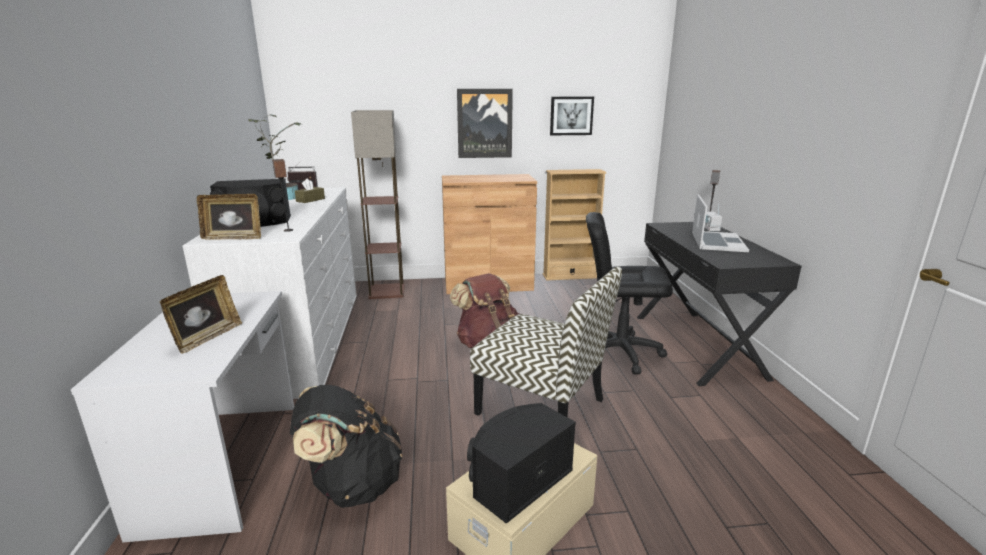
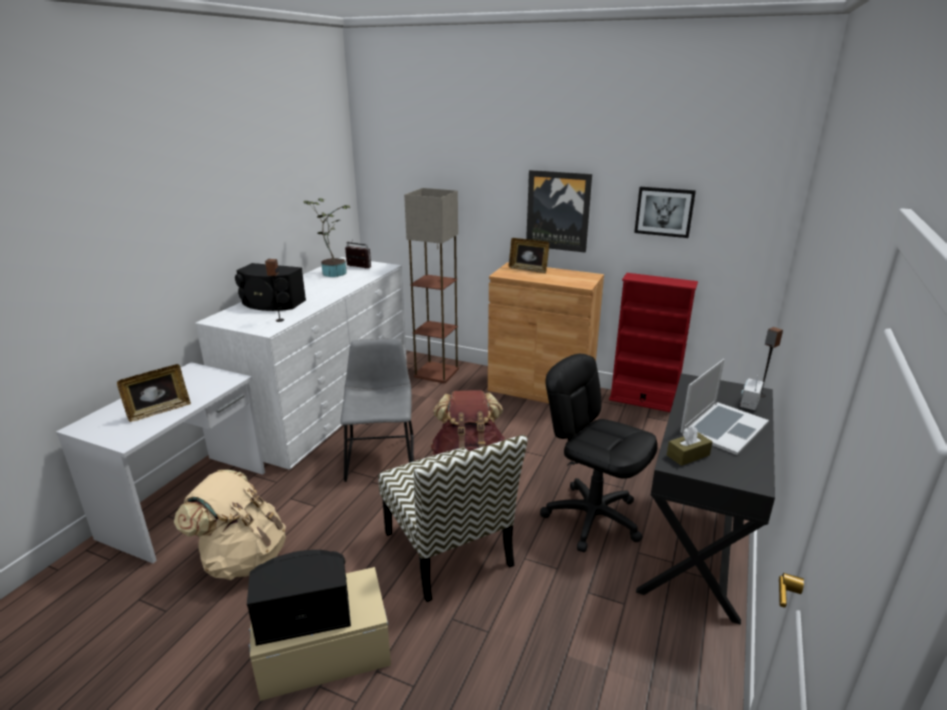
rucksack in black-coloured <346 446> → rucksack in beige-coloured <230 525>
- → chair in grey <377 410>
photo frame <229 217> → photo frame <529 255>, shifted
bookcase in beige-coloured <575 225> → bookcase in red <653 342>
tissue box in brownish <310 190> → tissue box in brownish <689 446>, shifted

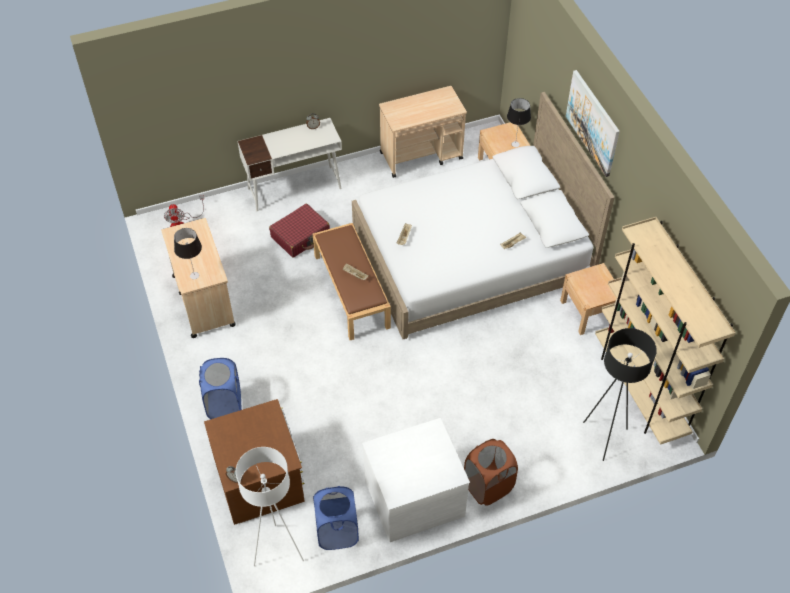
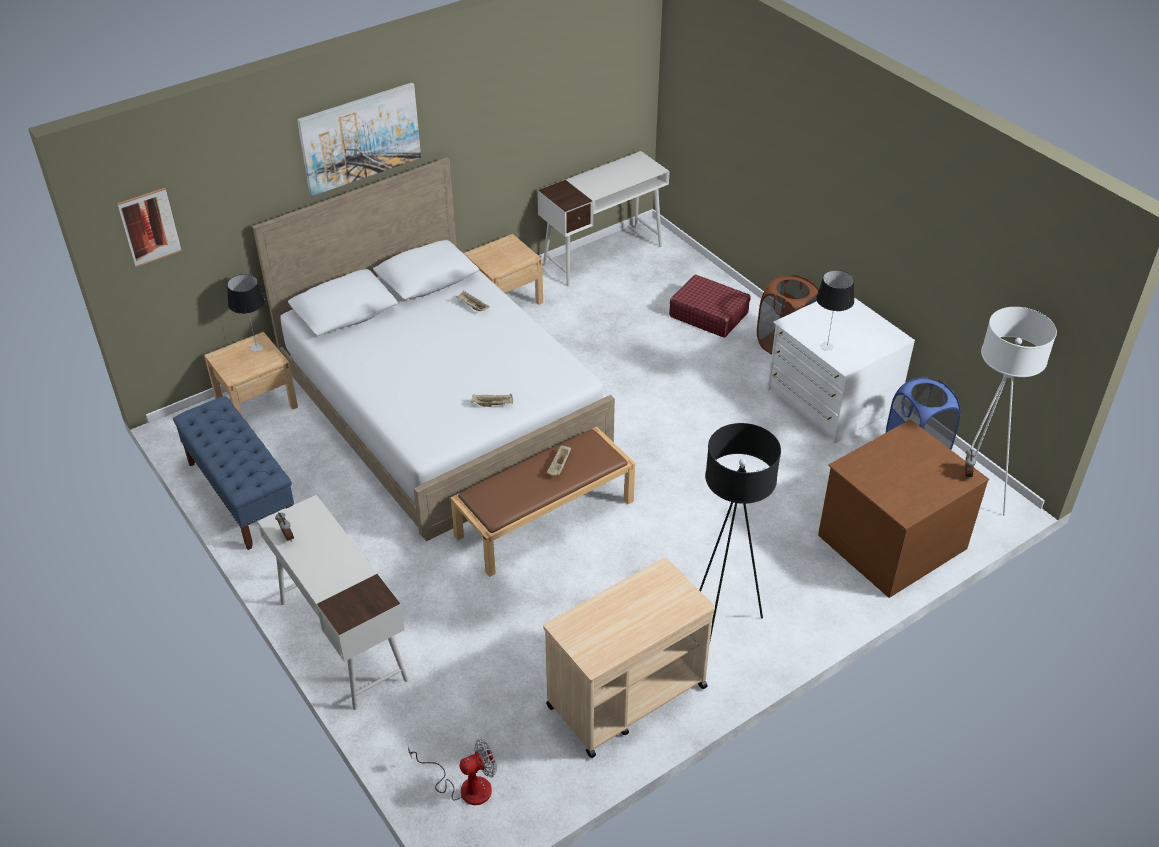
- → picture <149 227>
trolley in beige-coloured <423 132> → long seat in bluish <233 473>
bookcase in beige-coloured <665 331> → desk in whitish <603 218>
travel case in red <299 231> → travel case in red <710 306>, shifted
floor lamp in black-coloured <620 394> → floor lamp in black-coloured <740 531>, shifted
lamp for a table <188 253> → lamp for a table <835 310>, shifted
washing basket in bluish <220 389> → -

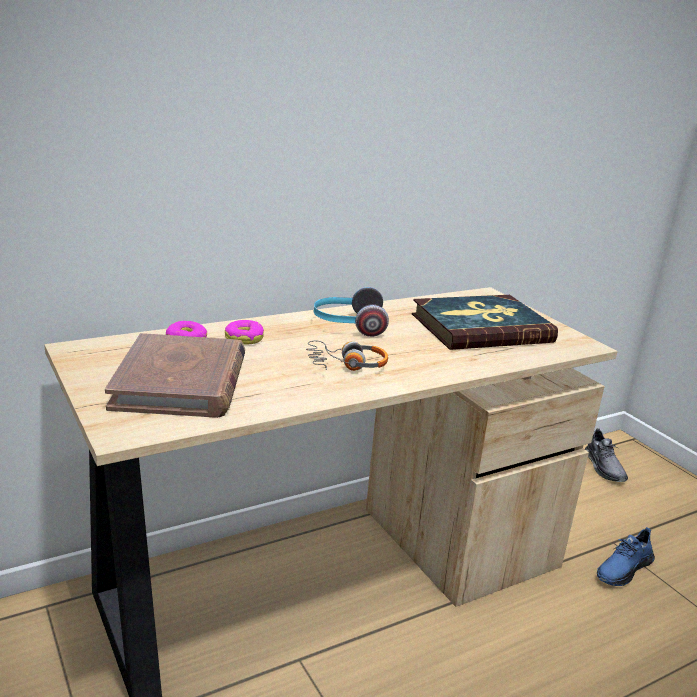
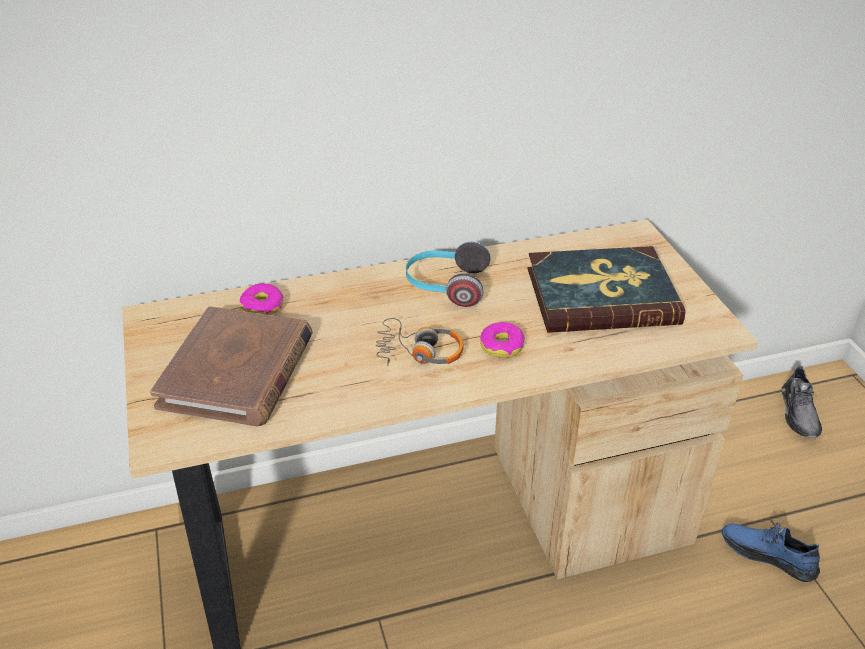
donut <244 332> → donut <502 340>, shifted
low shoe in bluish <626 556> → low shoe in bluish <771 552>, 60 degrees clockwise

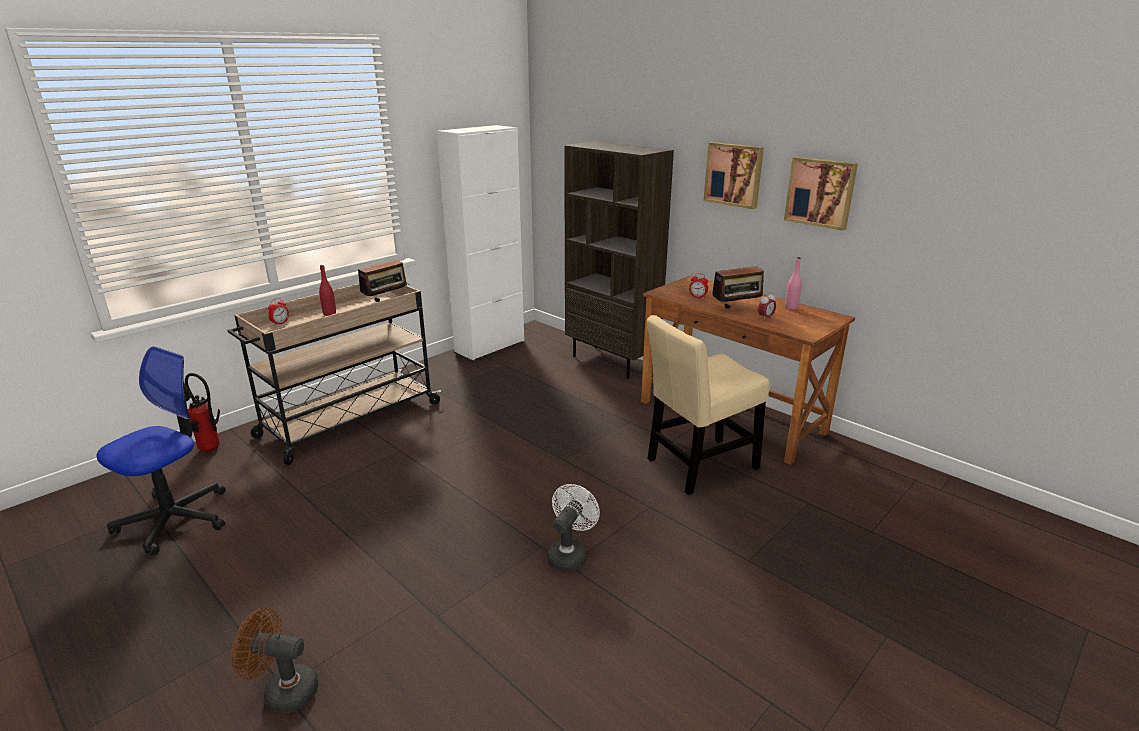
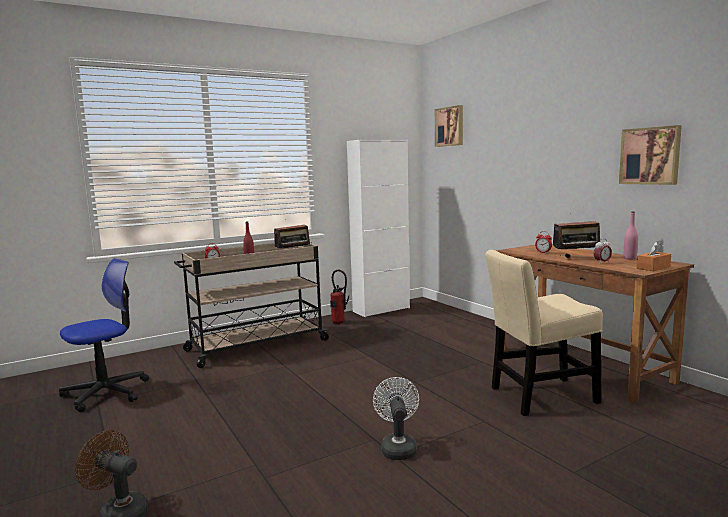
fire-fighting cylinder <202 413> → fire-fighting cylinder <339 297>, shifted
fan in whitish <573 527> → fan in whitish <396 418>, 45 degrees counterclockwise
picture <733 175> → picture <449 126>, shifted
- → tissue box in orange <654 256>
bookcase in brownish <619 260> → -

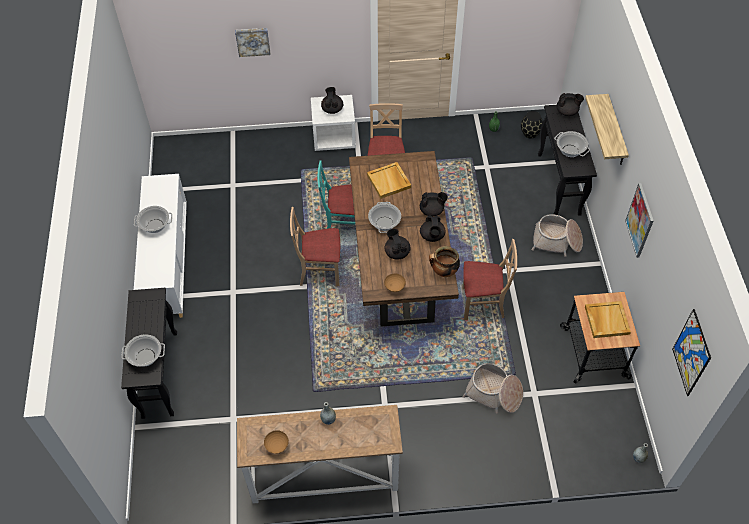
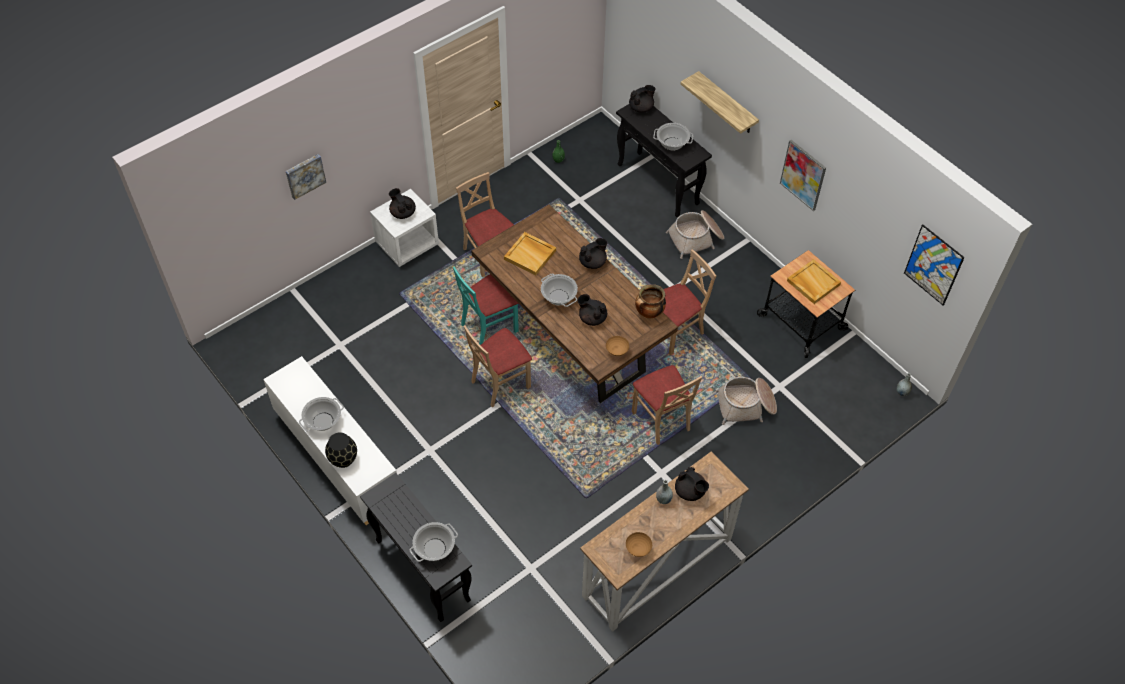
decorative vase in black-coloured <532 125> → decorative vase in black-coloured <341 450>, shifted
- → chair in beige-coloured <667 405>
pot for tea in black-coloured <432 228> → pot for tea in black-coloured <692 484>, shifted

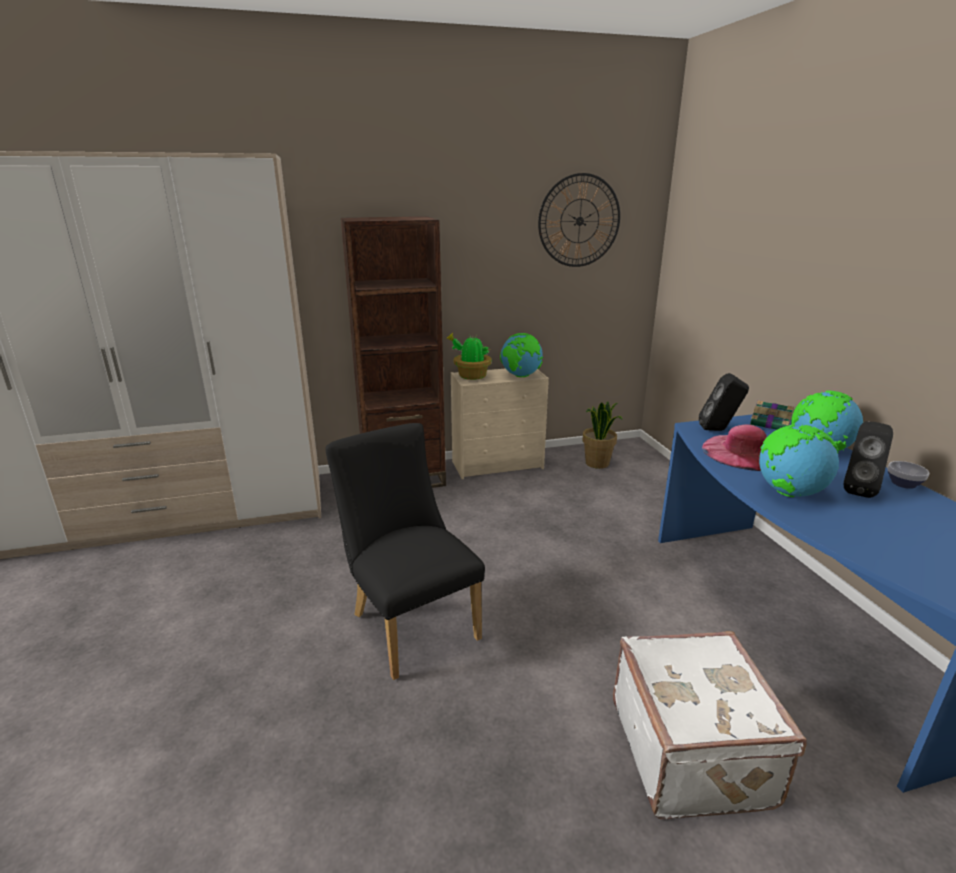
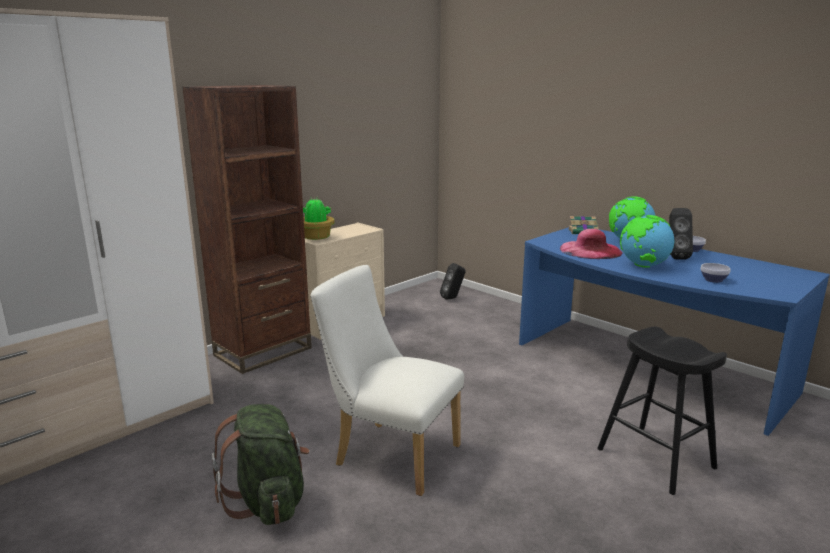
- → rucksack in green <261 464>
chair in black-coloured <405 551> → chair in whitish <387 380>
audio speaker in black-coloured <724 402> → audio speaker in black-coloured <453 281>, shifted
travel case in whitish <710 725> → sitting stool in black-coloured <662 410>
- → deep dish <716 273>
world globe <521 355> → -
hanging clock <579 220> → -
houseplant <603 435> → -

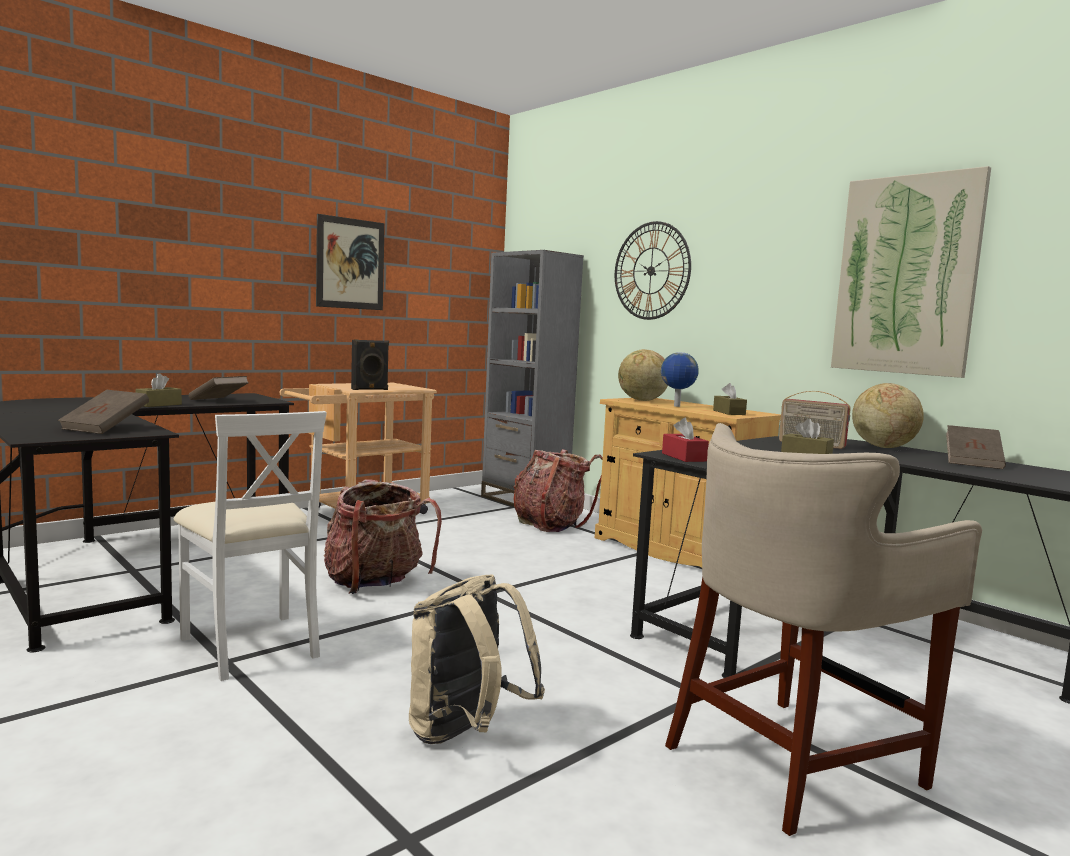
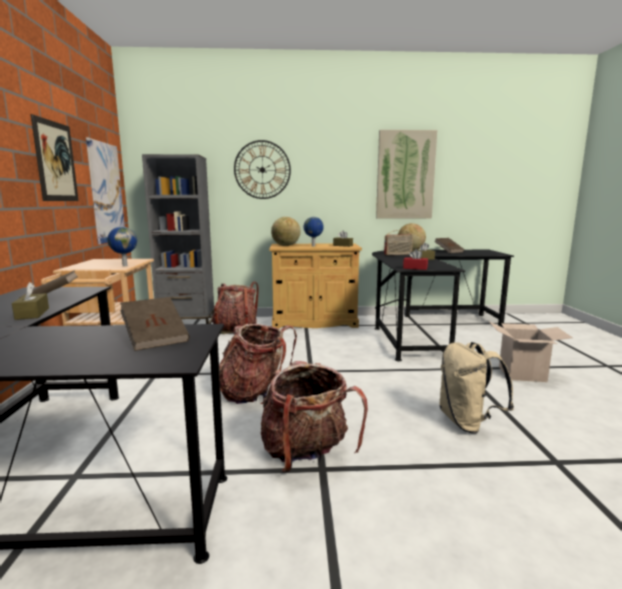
- → picture <105 191>
audio speaker in black-coloured <370 364> → world globe <122 246>
chair in whitish <250 546> → rucksack <314 417>
sitting stool in beige-coloured <823 629> → packing box <530 351>

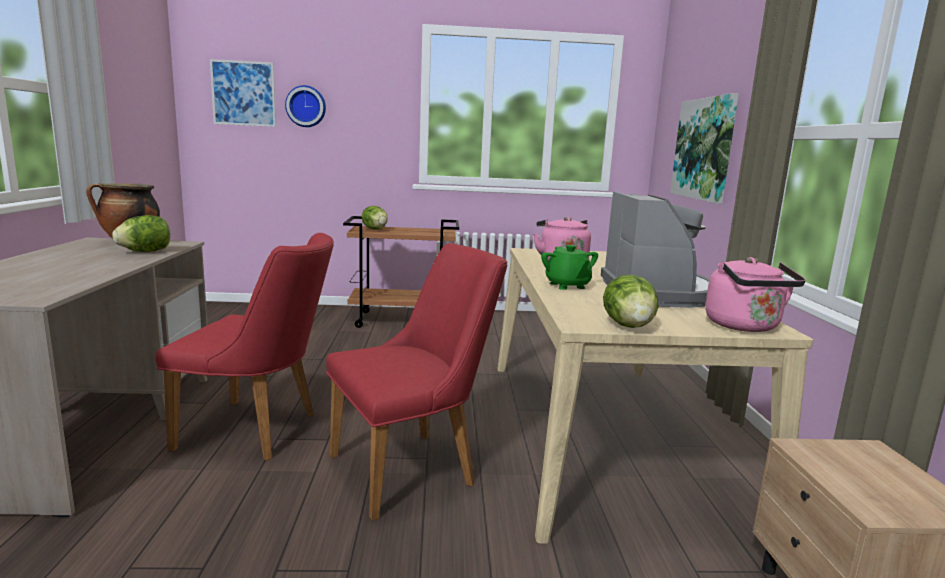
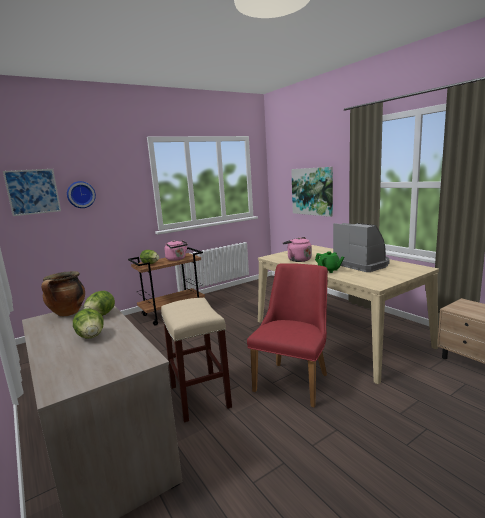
lettuce head <630 301> → lettuce head <88 323>, shifted
chair in red <245 347> → sitting stool in beige-coloured <196 360>
kettle in pink-coloured <755 294> → kettle in pink-coloured <176 250>, shifted

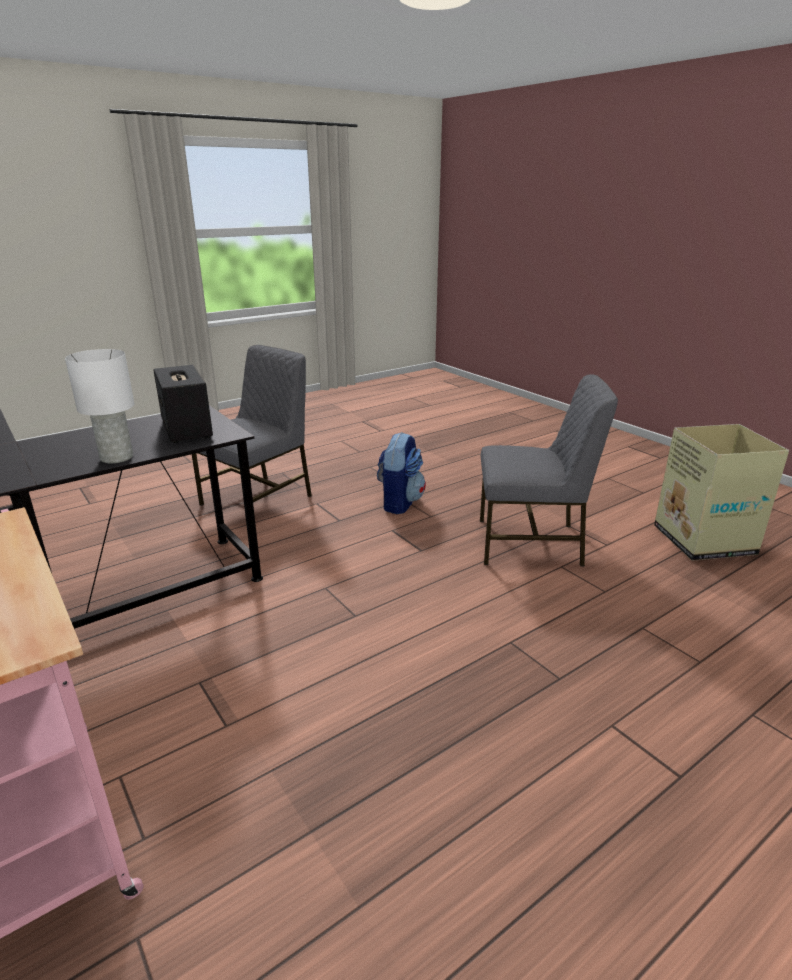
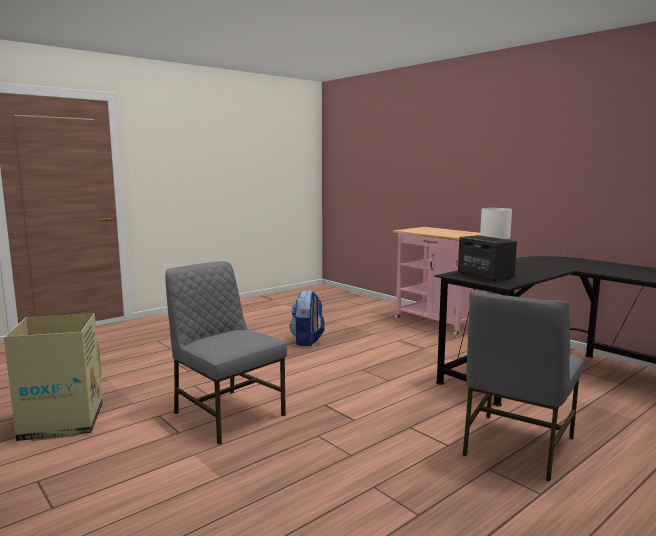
chair in grey <549 470> → chair in grey <226 353>, 45 degrees clockwise
rucksack <401 473> → rucksack <307 318>, shifted

